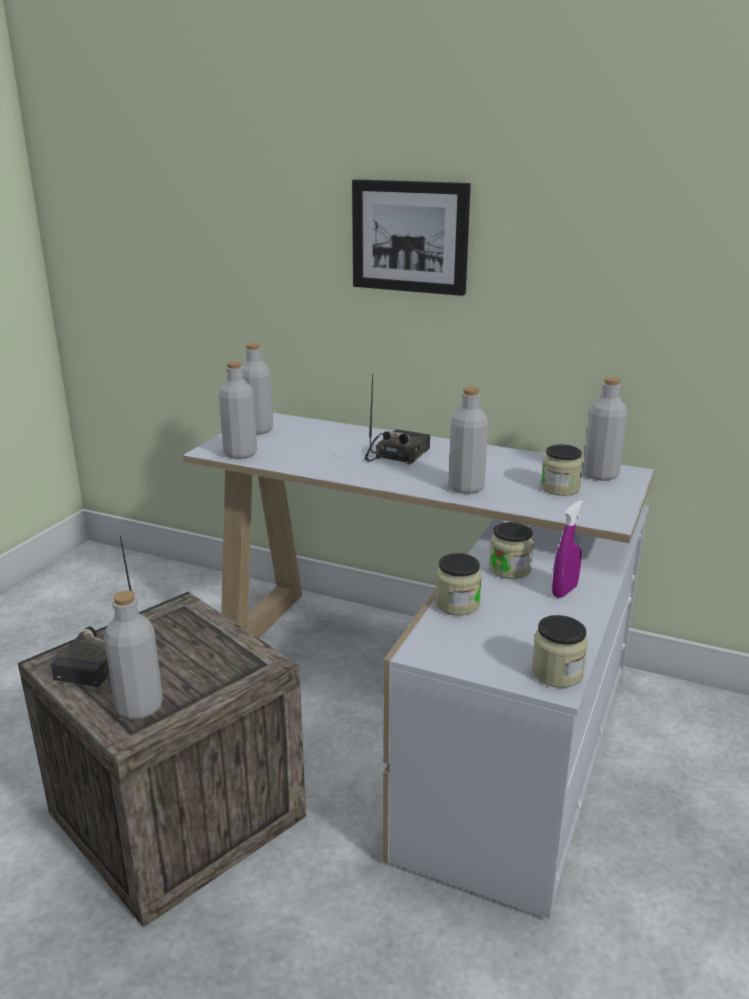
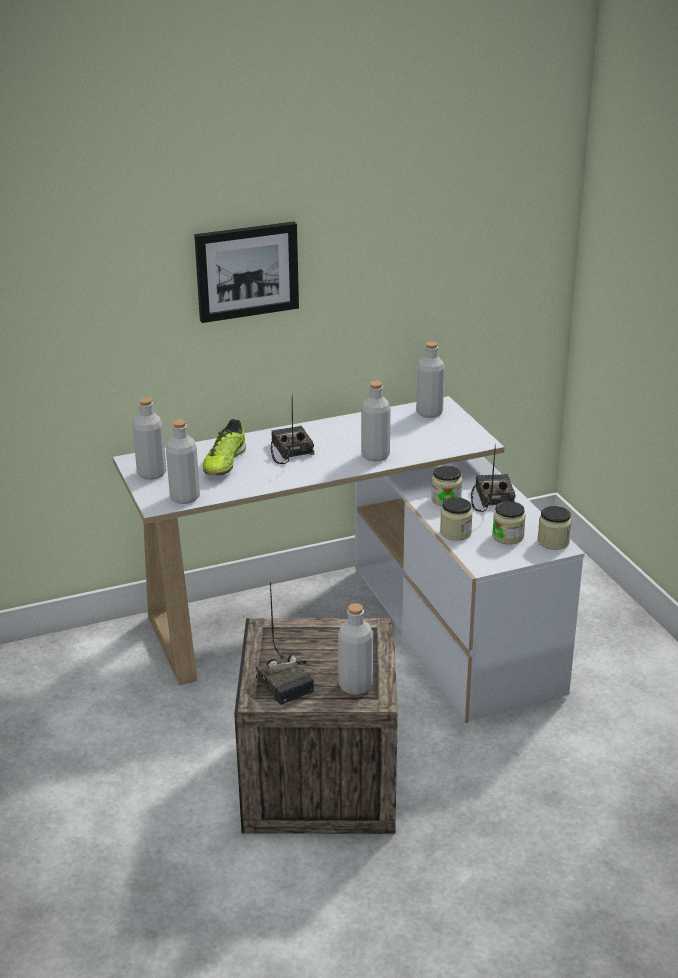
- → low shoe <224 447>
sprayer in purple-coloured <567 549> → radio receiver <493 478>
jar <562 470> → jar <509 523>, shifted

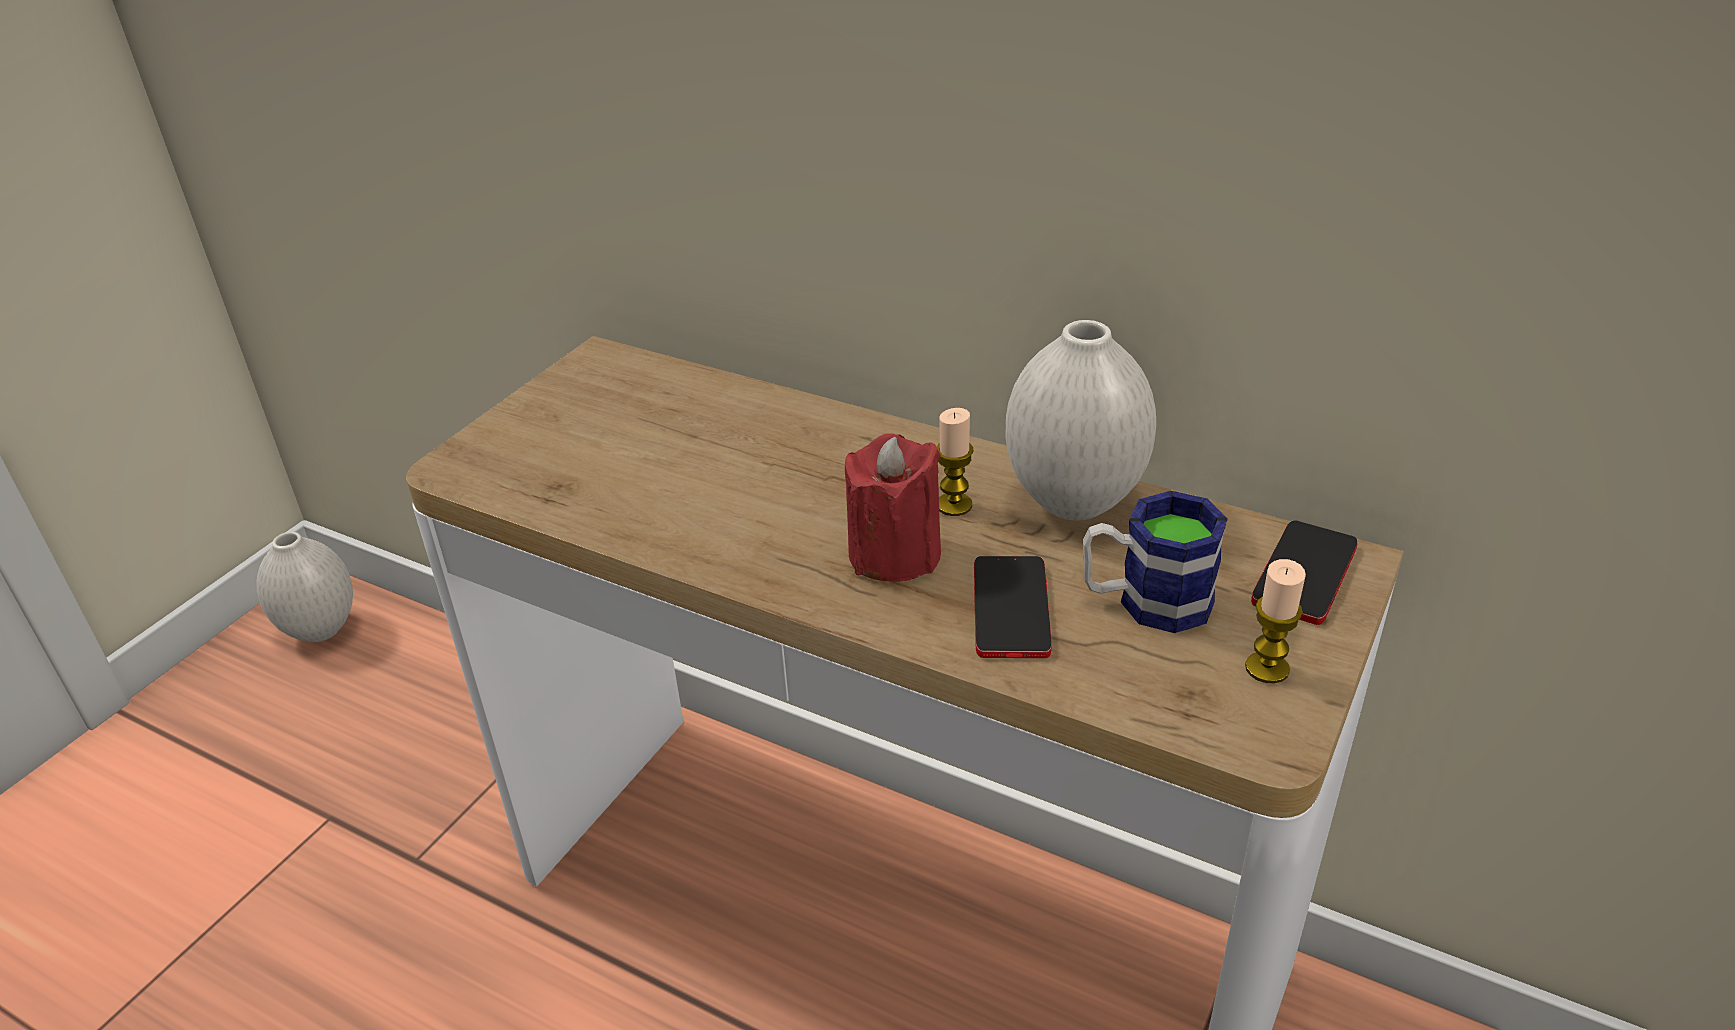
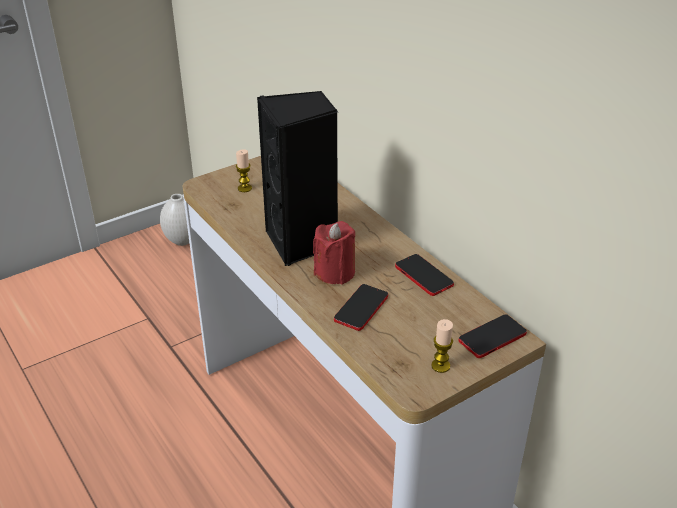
wax light <955 462> → wax light <244 170>, shifted
- → audio speaker in black-coloured <297 178>
decorative vase in whitish <1080 420> → phone <424 275>
tea mug <1155 562> → -

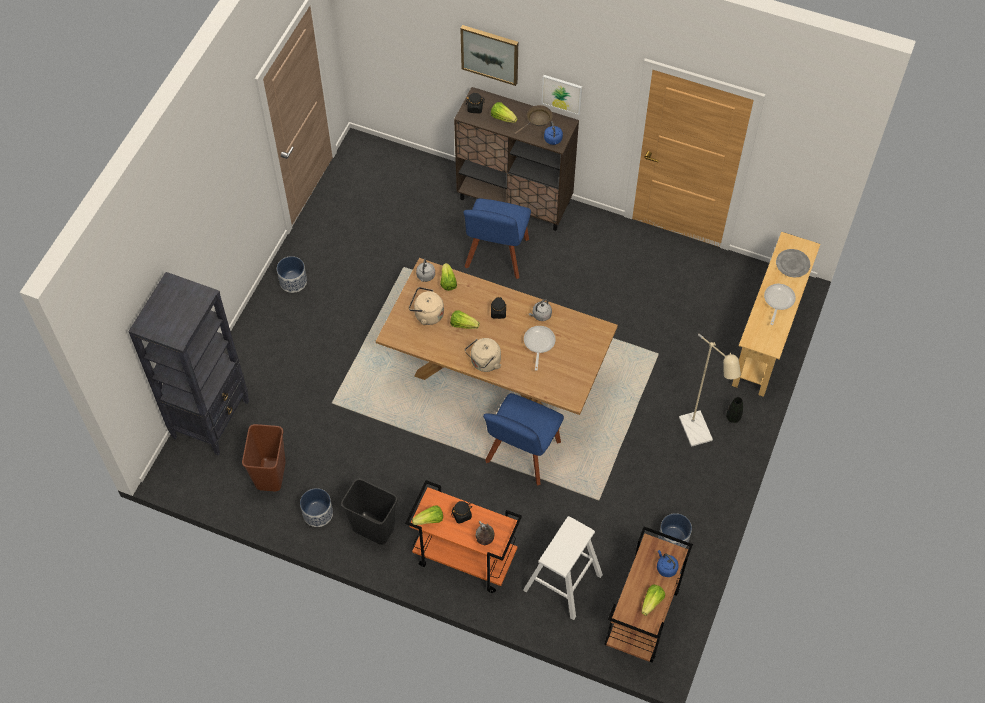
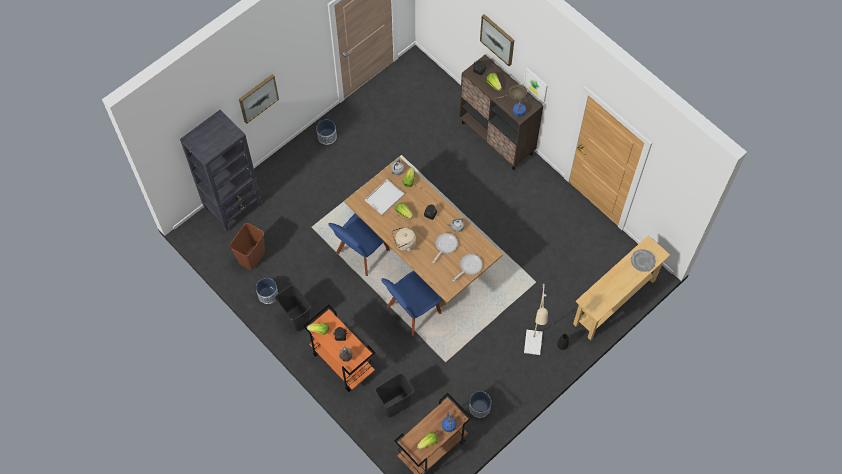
- → picture <259 99>
chair in bluish <497 238> → chair in bluish <359 244>, shifted
kettle in beige-coloured <426 306> → tray in whitish <384 197>
sitting stool in whitish <563 568> → rubbish bin in black-coloured <394 395>
pan <780 304> → pan <467 267>, shifted

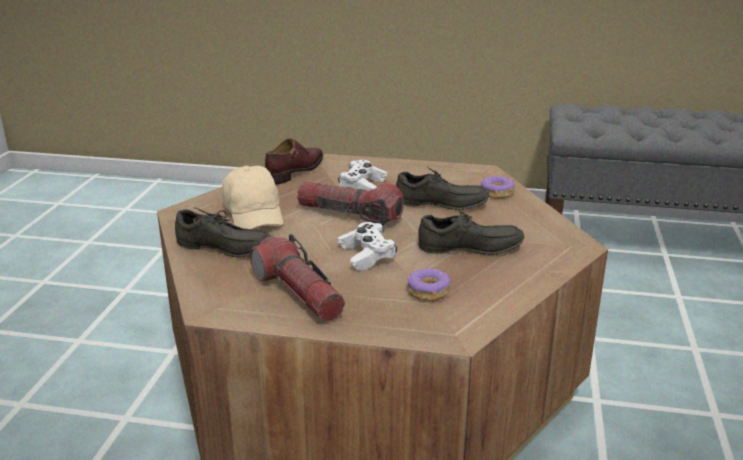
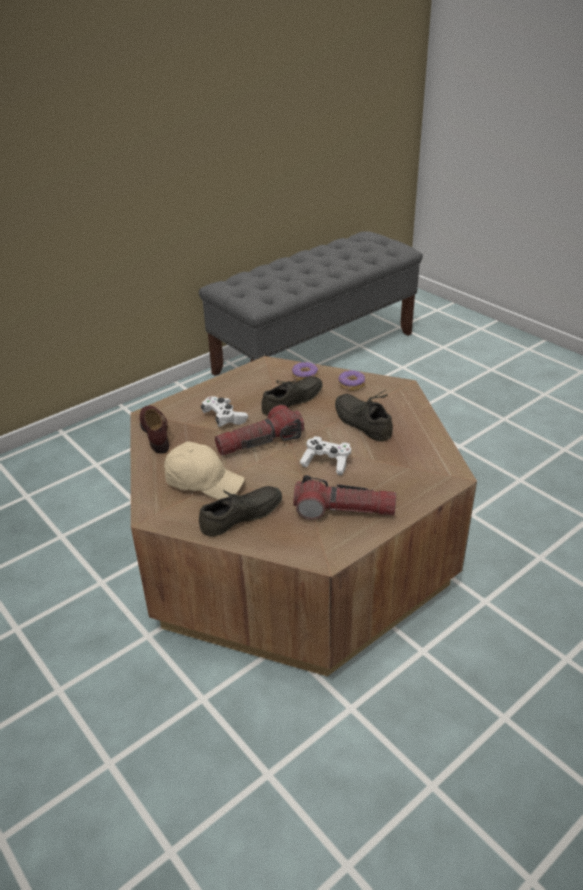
low shoe in grey <471 232> → low shoe in grey <364 416>, 75 degrees counterclockwise
donut <429 284> → donut <352 380>, shifted

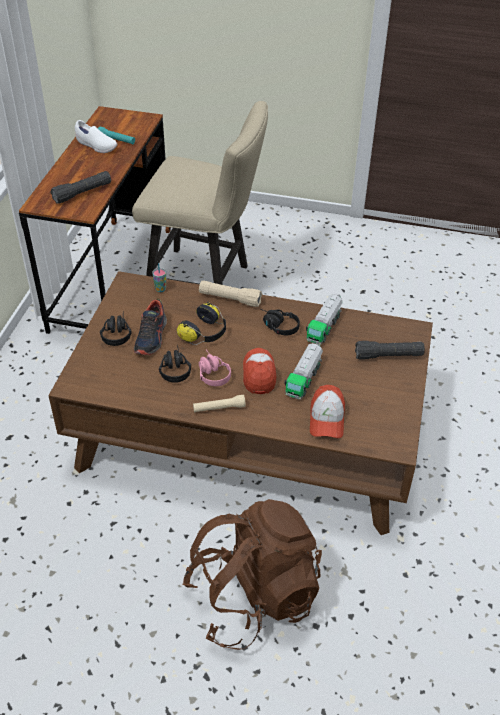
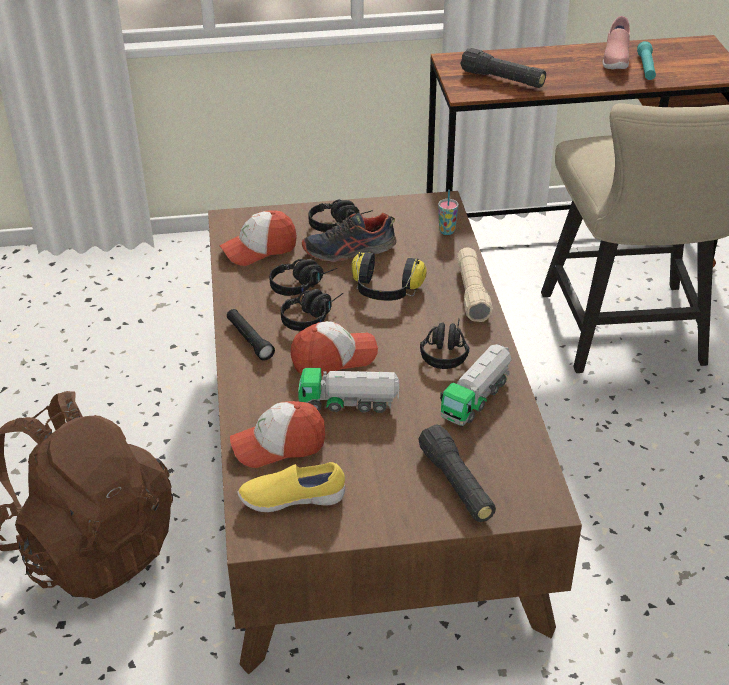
- → baseball cap <258 238>
torch in beige-coloured <219 403> → torch in black-coloured <251 335>
- → low shoe in yellow <291 487>
headphones in pink-coloured <215 368> → headphones in black-coloured <312 310>
toy lorry <324 319> → toy lorry <476 385>, 60 degrees counterclockwise
low shoe in whitish <96 136> → low shoe in pink-coloured <616 42>

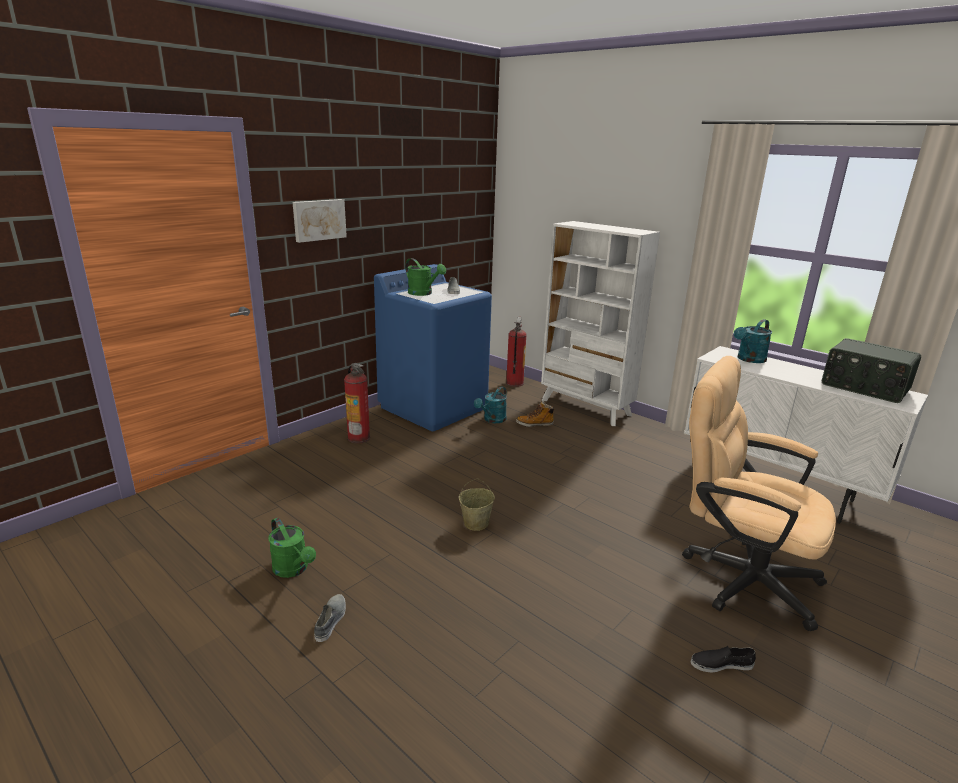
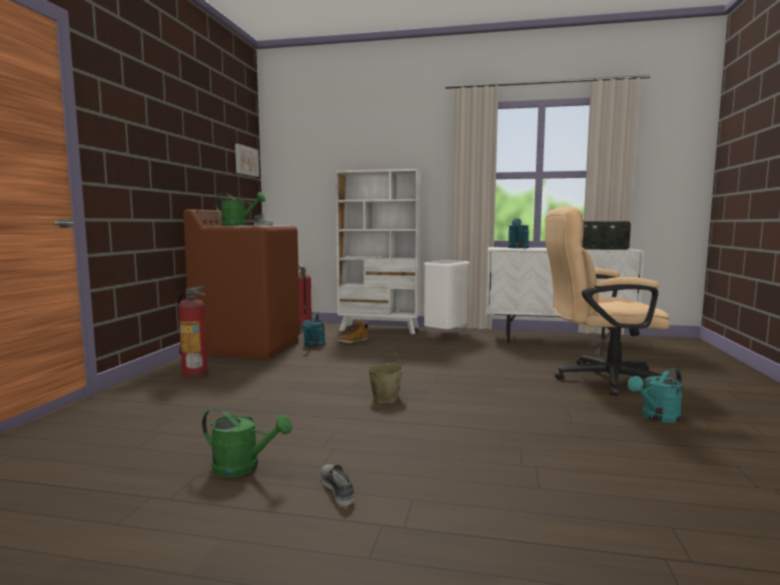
washing machine in bluish <433 347> → washing machine in brownish <241 284>
picture <320 221> → picture <247 160>, shifted
- → rubbish bin in whitish <446 294>
low shoe in black-coloured <723 659> → sprinkling can in turquoise <655 395>

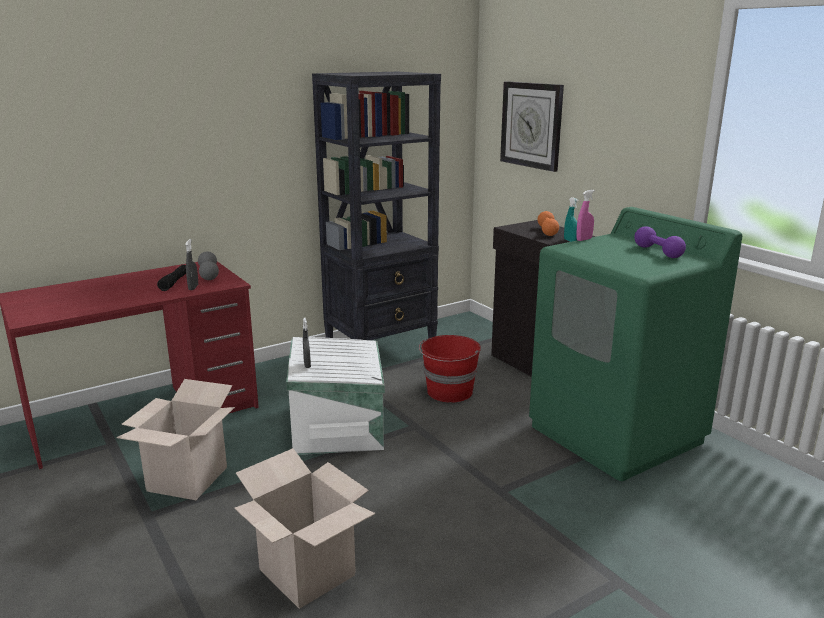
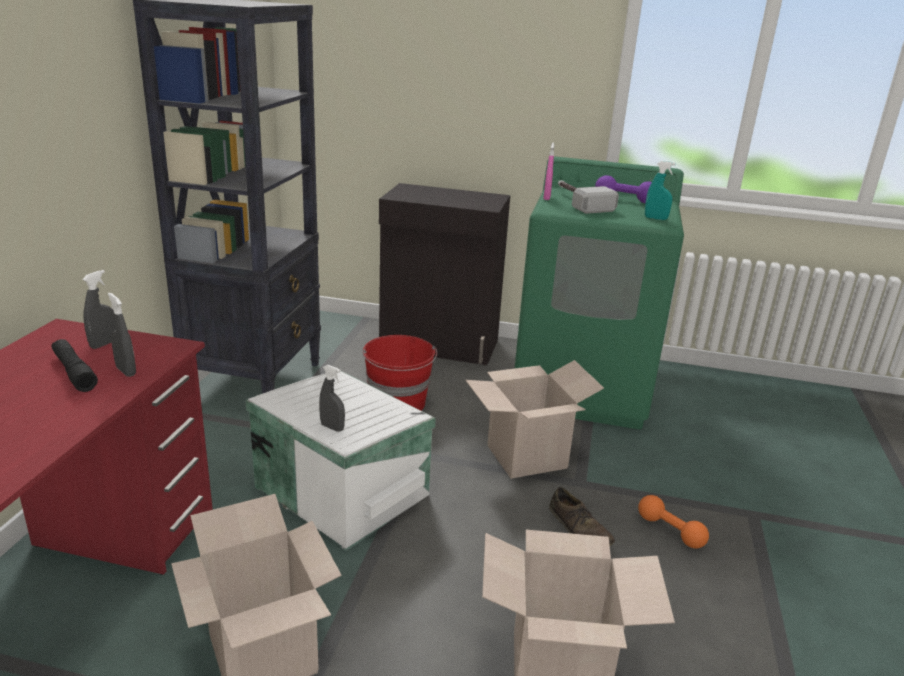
hand weight in grey <208 265> → sprayer in grey <99 309>
- → packing box <534 419>
- → low shoe in brownish <582 516>
- → tool hammer <588 197>
hand weight in orange <548 223> → hand weight in orange <673 522>, shifted
sprayer in turquoise <571 219> → sprayer in turquoise <660 190>, shifted
hanging clock <532 126> → -

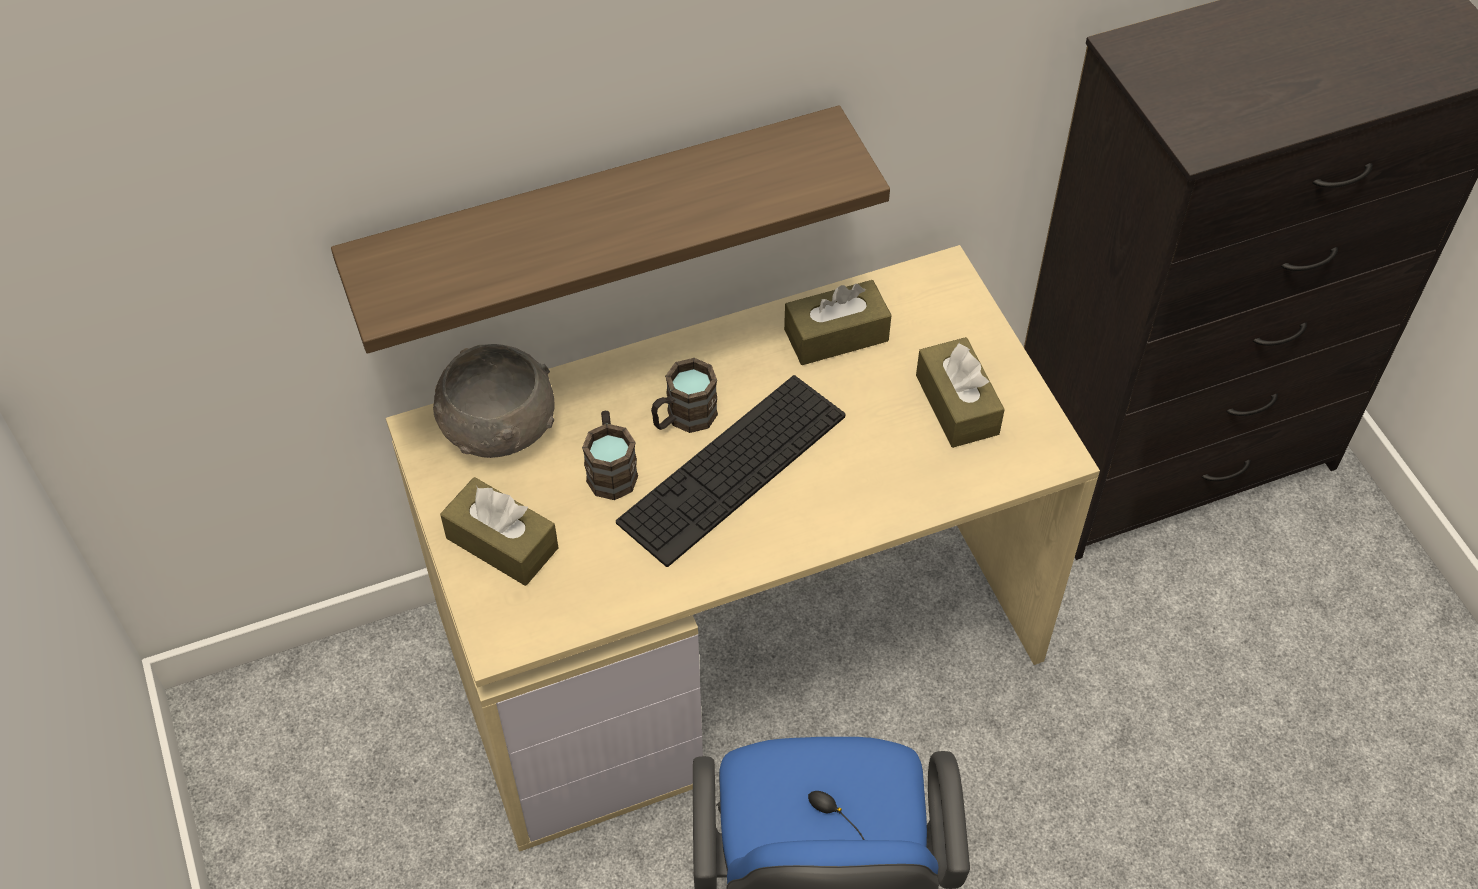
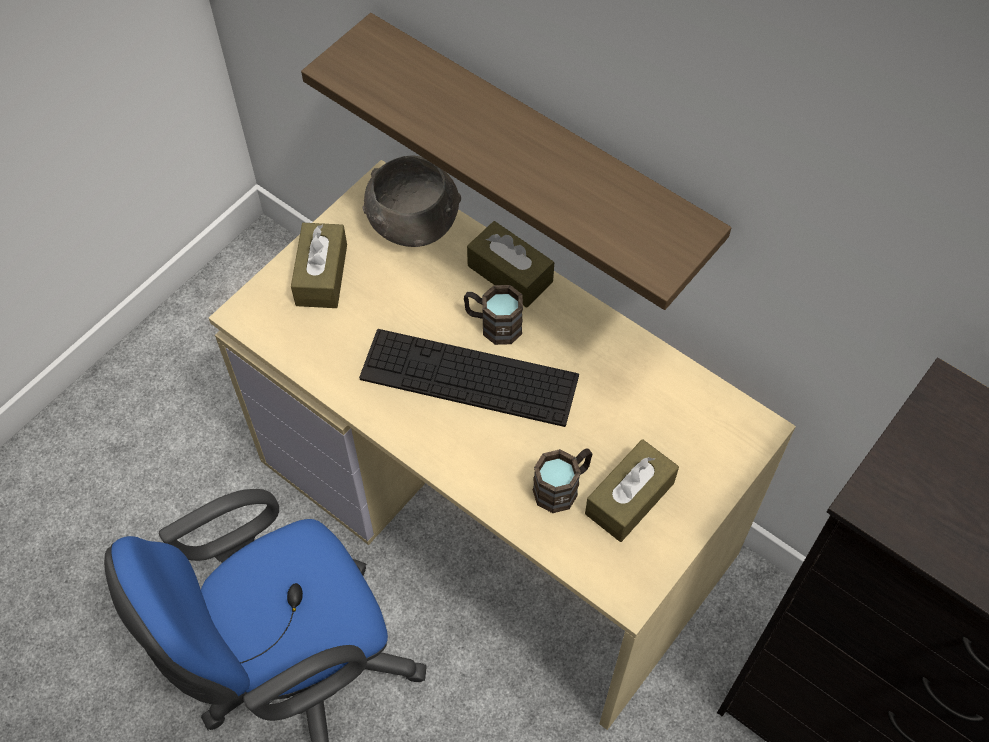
tissue box in brownish <838 322> → tissue box in brownish <510 264>, shifted
tea mug in brownish <610 455> → tea mug in brownish <562 480>, shifted

